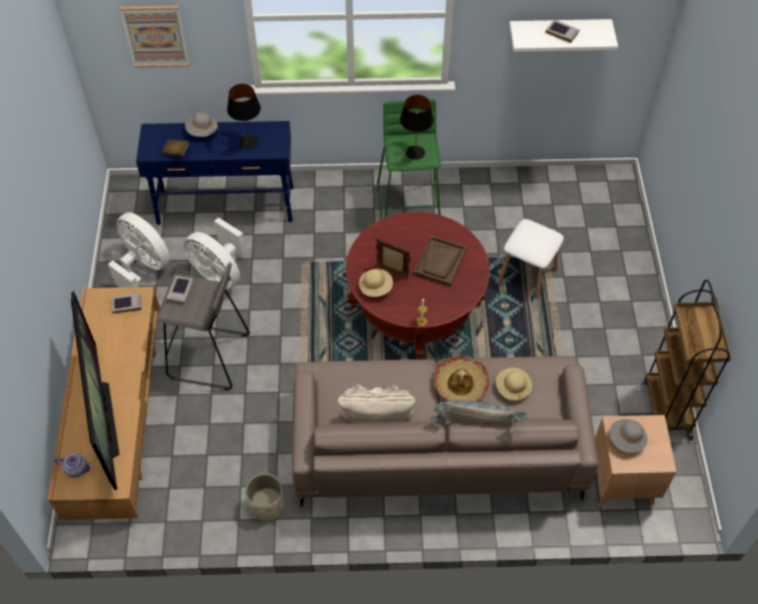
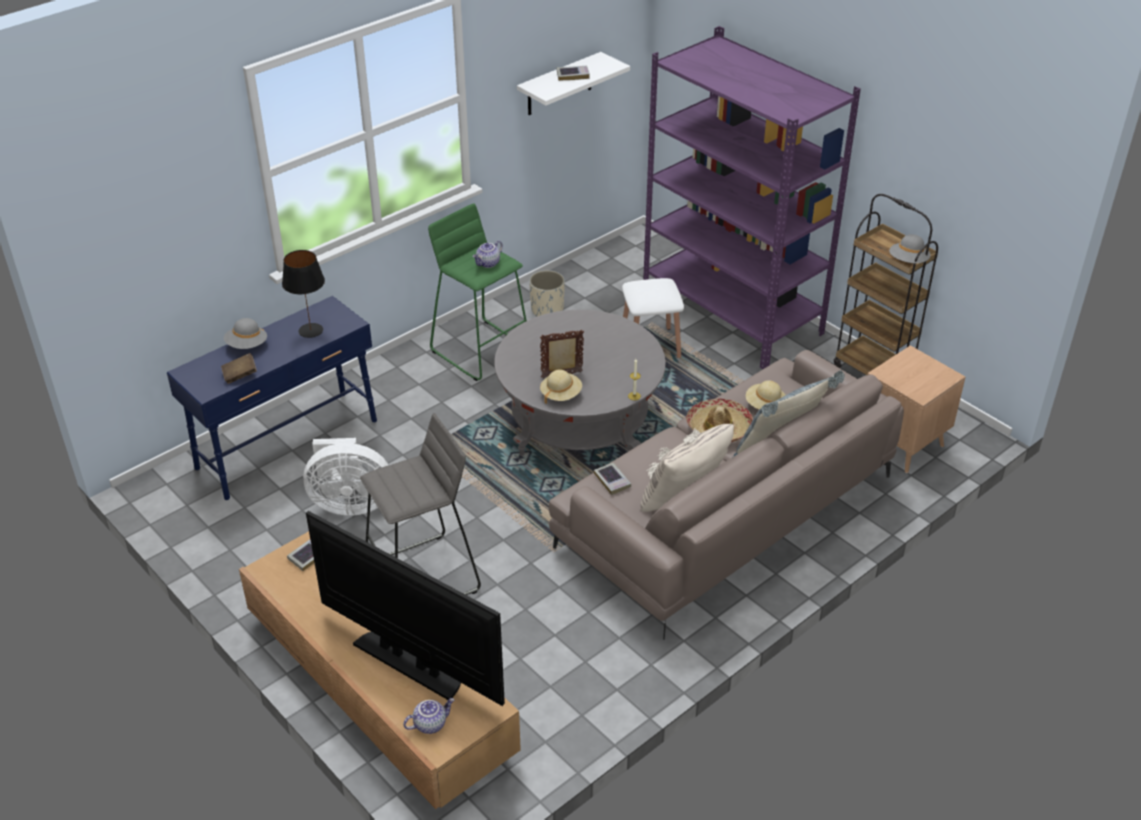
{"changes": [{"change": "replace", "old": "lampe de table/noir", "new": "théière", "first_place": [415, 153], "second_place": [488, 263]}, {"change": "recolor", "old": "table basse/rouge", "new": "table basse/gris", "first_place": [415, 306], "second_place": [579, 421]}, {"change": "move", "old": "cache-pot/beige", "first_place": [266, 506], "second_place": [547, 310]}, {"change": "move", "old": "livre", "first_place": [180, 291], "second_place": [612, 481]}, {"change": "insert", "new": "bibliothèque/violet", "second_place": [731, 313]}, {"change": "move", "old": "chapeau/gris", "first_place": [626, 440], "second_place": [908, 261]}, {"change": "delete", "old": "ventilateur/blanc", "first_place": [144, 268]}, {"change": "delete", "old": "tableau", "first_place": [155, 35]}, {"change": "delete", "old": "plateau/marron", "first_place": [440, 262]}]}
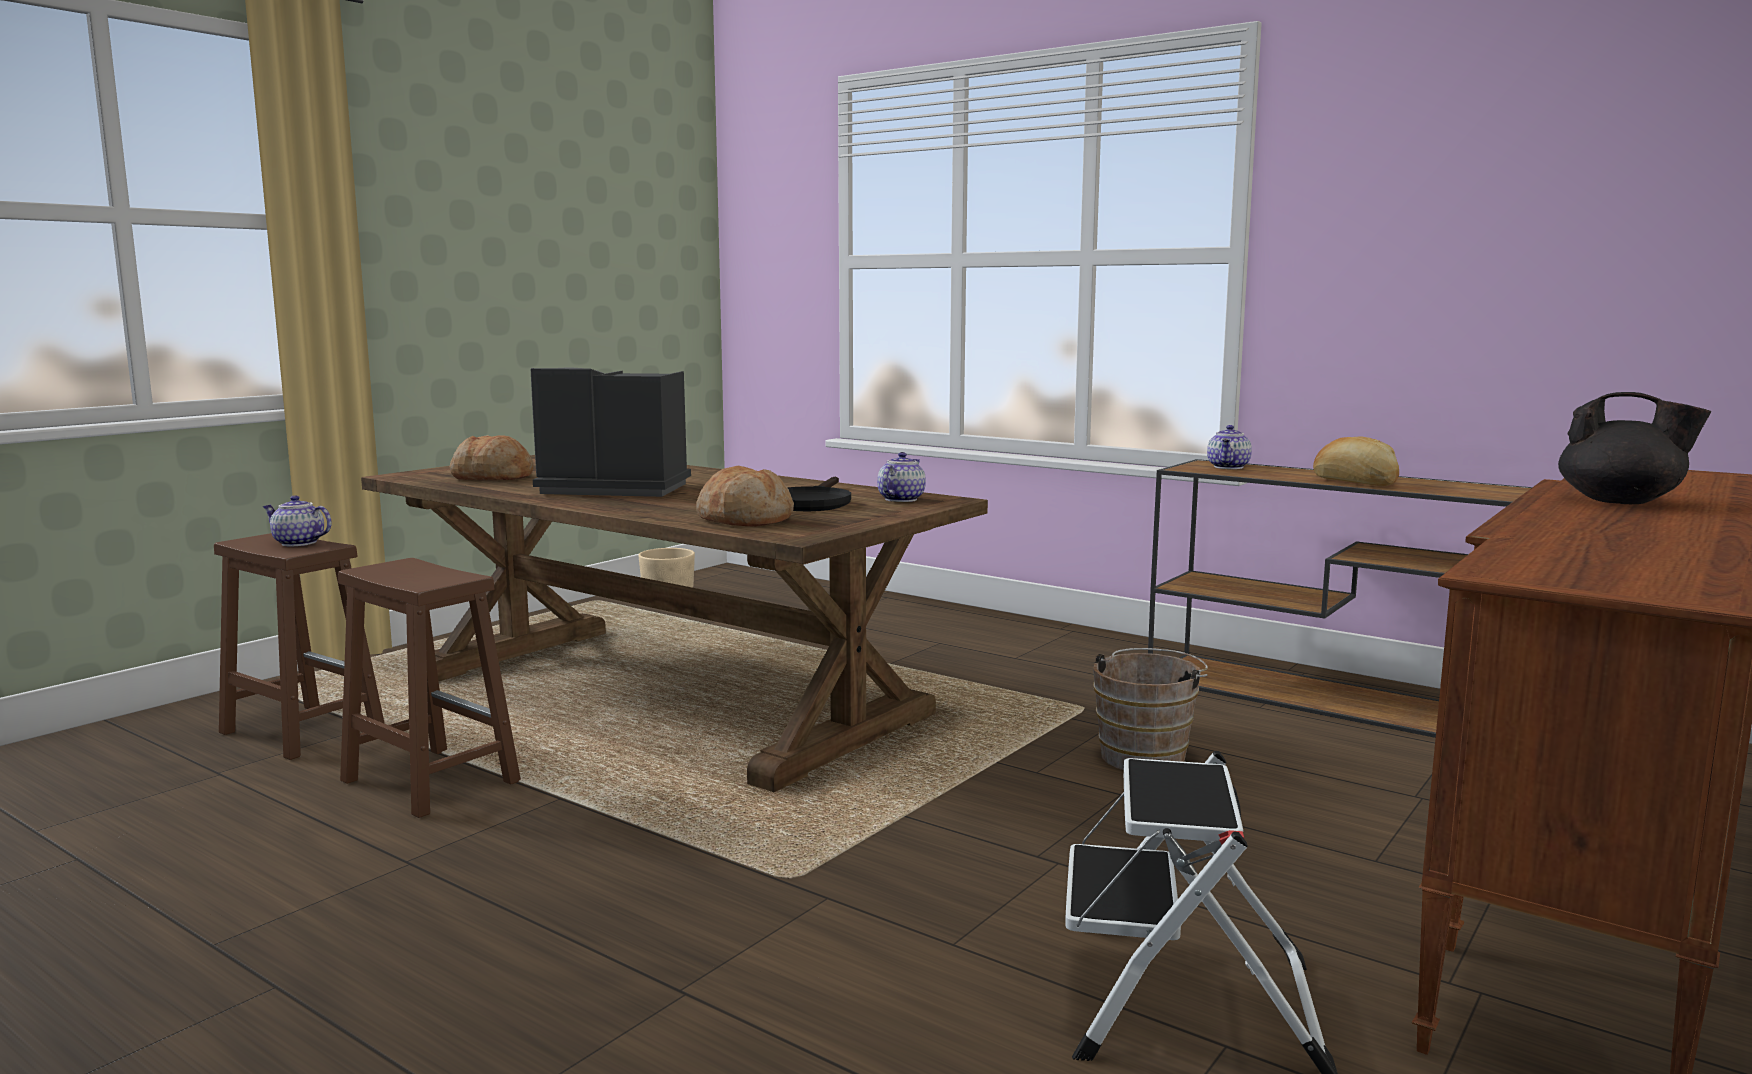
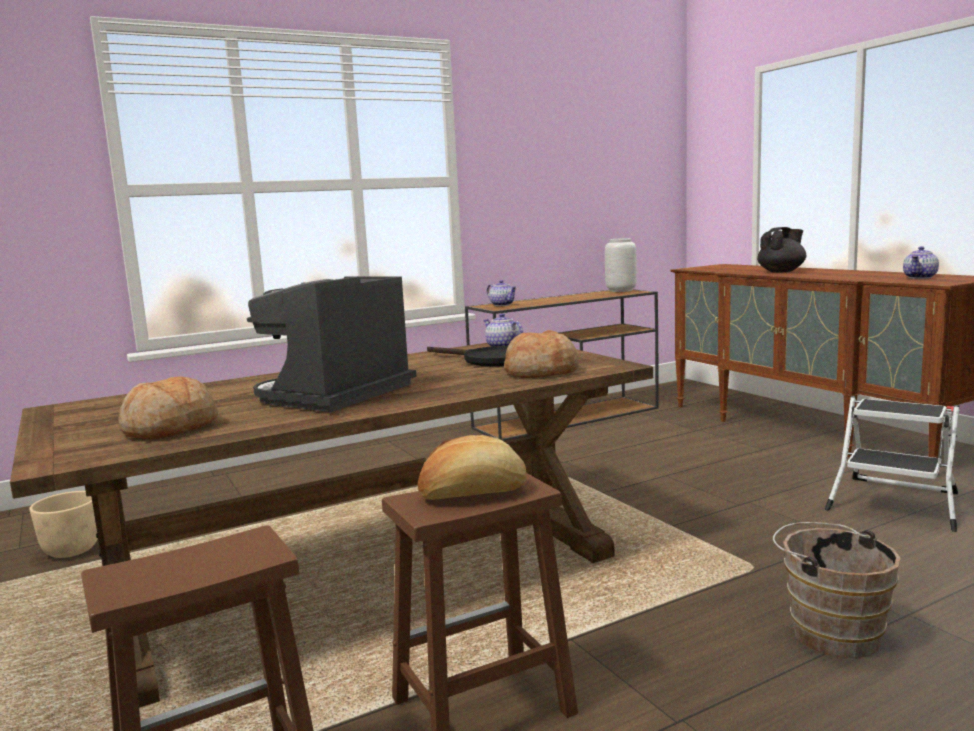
{"changes": [{"change": "move", "old": "pain", "first_place": [1355, 482], "second_place": [473, 493]}, {"change": "insert", "new": "vase/gris", "second_place": [621, 290]}, {"change": "move", "old": "seau/marron", "first_place": [1146, 755], "second_place": [830, 632]}, {"change": "move", "old": "théière", "first_place": [297, 543], "second_place": [920, 277]}]}
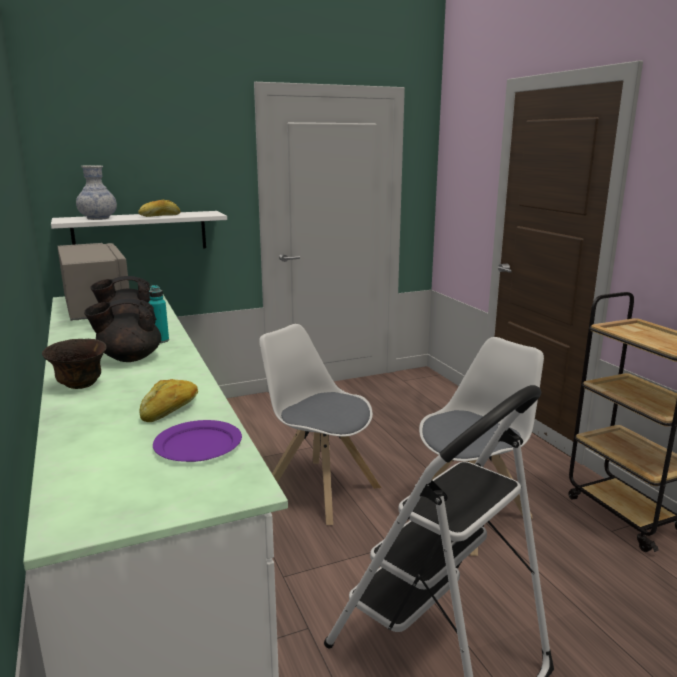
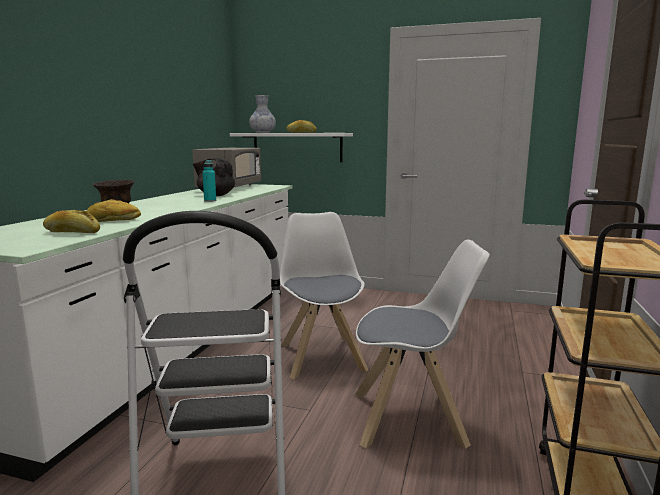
{"changes": [{"change": "replace", "old": "assiette/violet", "new": "pain", "first_place": [198, 445], "second_place": [72, 232]}, {"change": "delete", "old": "théière/noir", "first_place": [129, 358]}]}
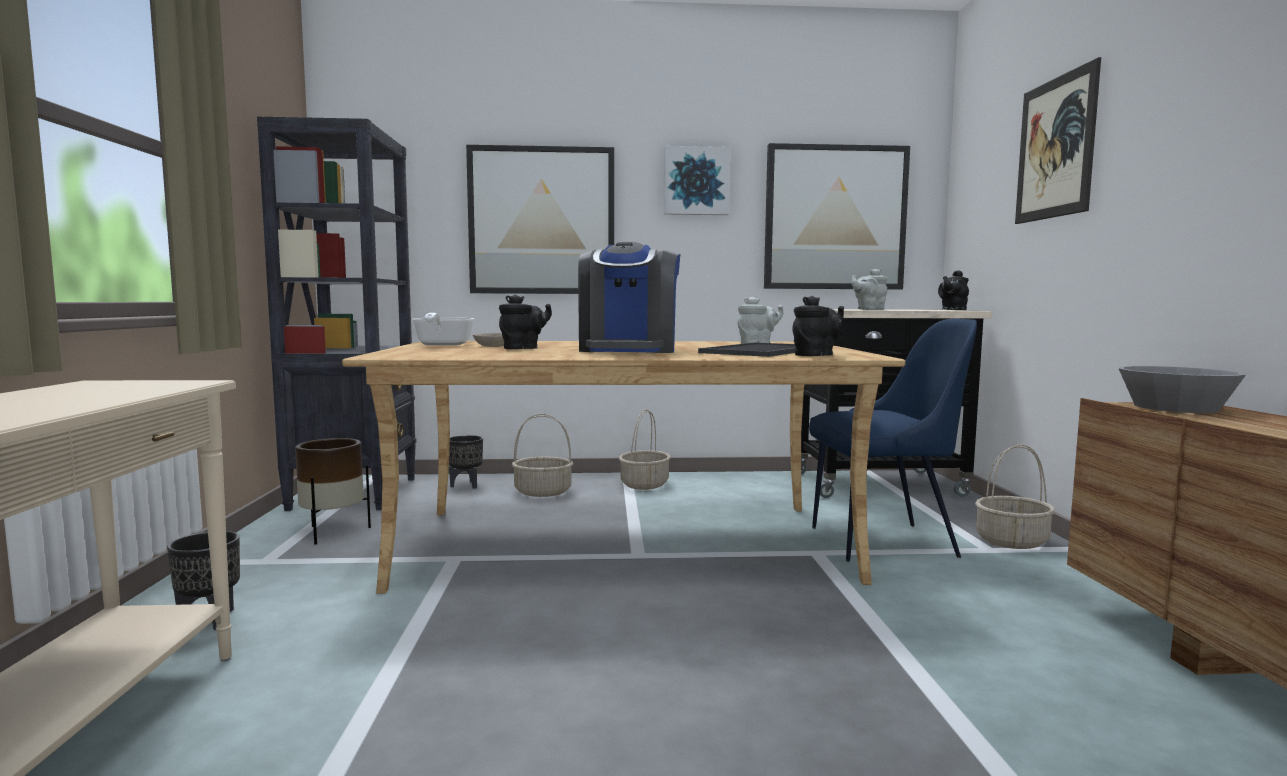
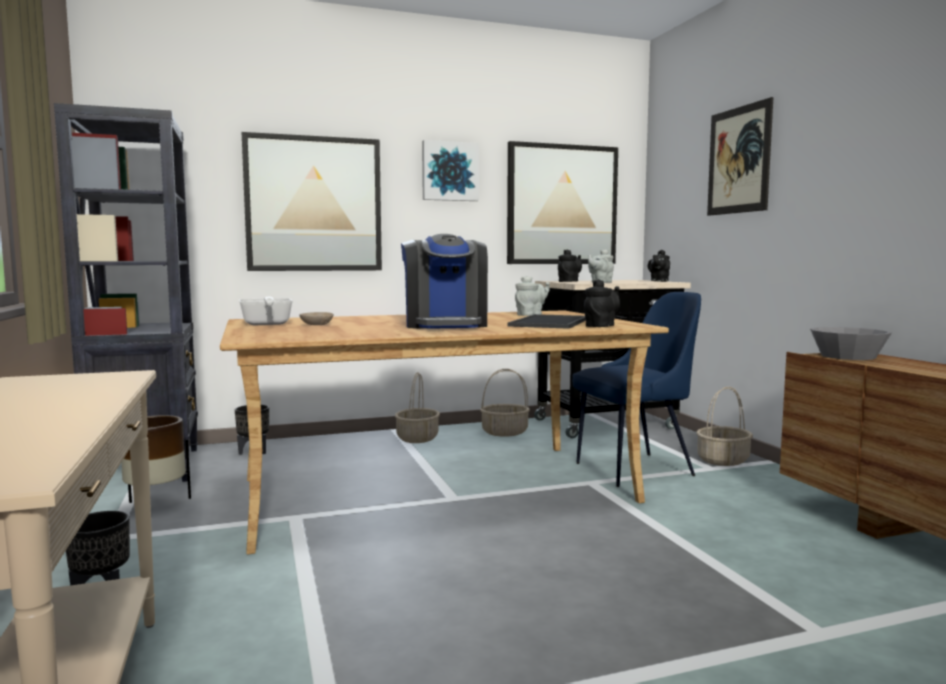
{"changes": [{"change": "move", "old": "panier", "first_place": [543, 491], "second_place": [505, 432]}, {"change": "move", "old": "théière/noir", "first_place": [523, 349], "second_place": [569, 281]}]}
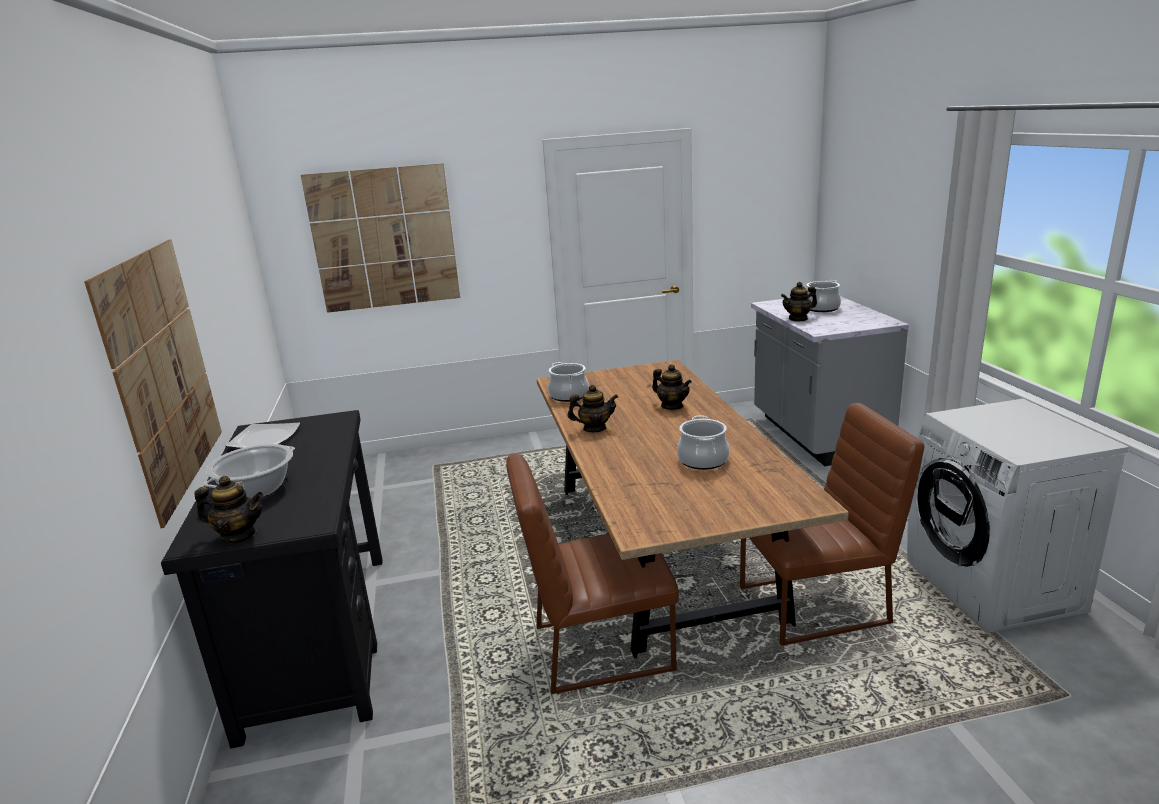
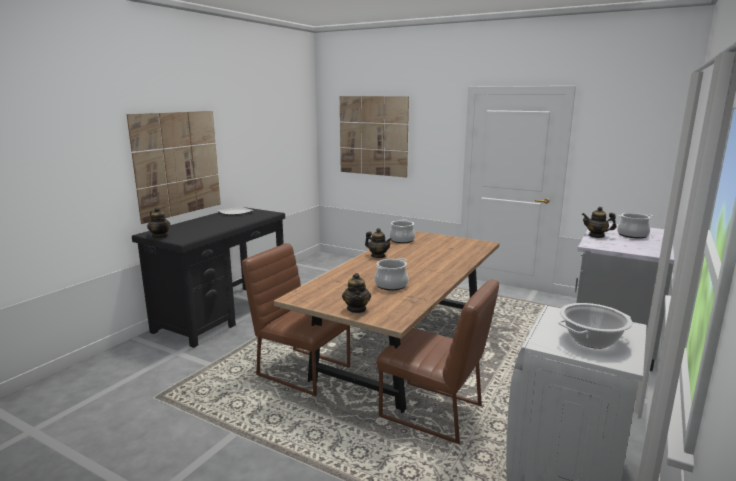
{"changes": [{"change": "move", "old": "théière", "first_place": [672, 406], "second_place": [357, 309]}, {"change": "move", "old": "marmite", "first_place": [257, 490], "second_place": [591, 340]}]}
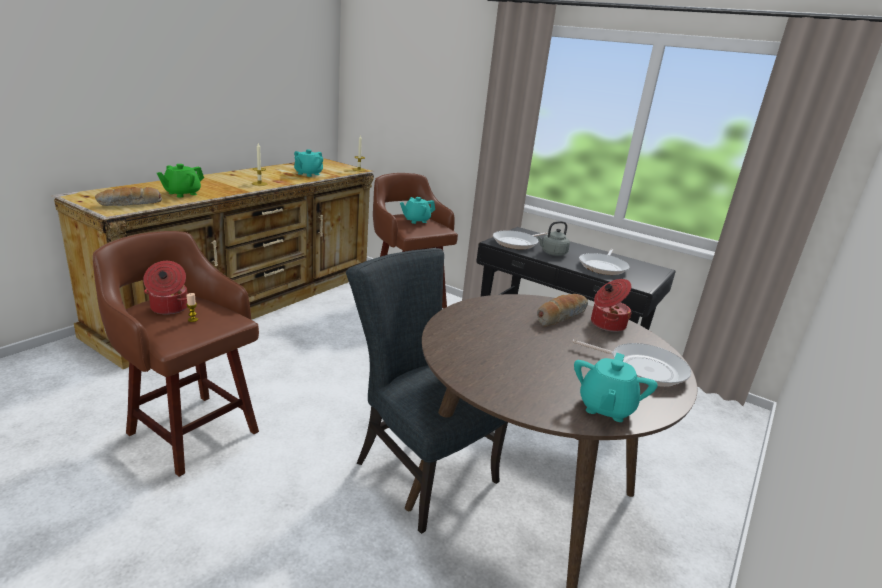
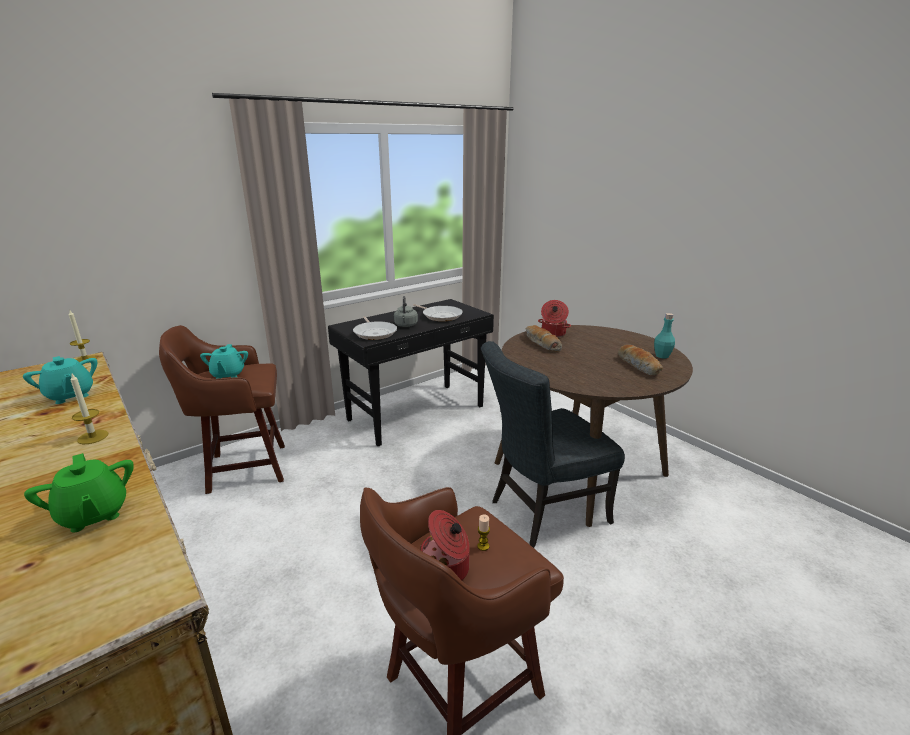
{"changes": [{"change": "move", "old": "pain", "first_place": [130, 204], "second_place": [639, 366]}, {"change": "replace", "old": "théière/turquoise", "new": "bouteille/turquoise", "first_place": [605, 408], "second_place": [662, 356]}, {"change": "delete", "old": "poêle", "first_place": [643, 368]}]}
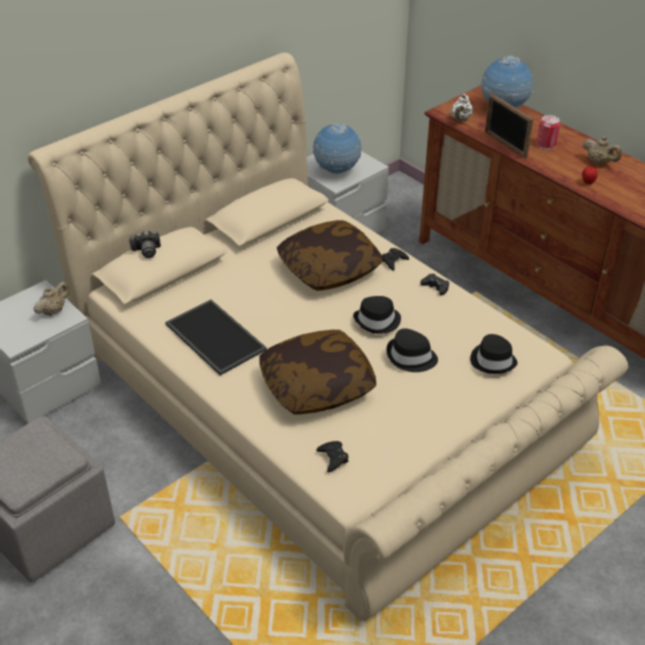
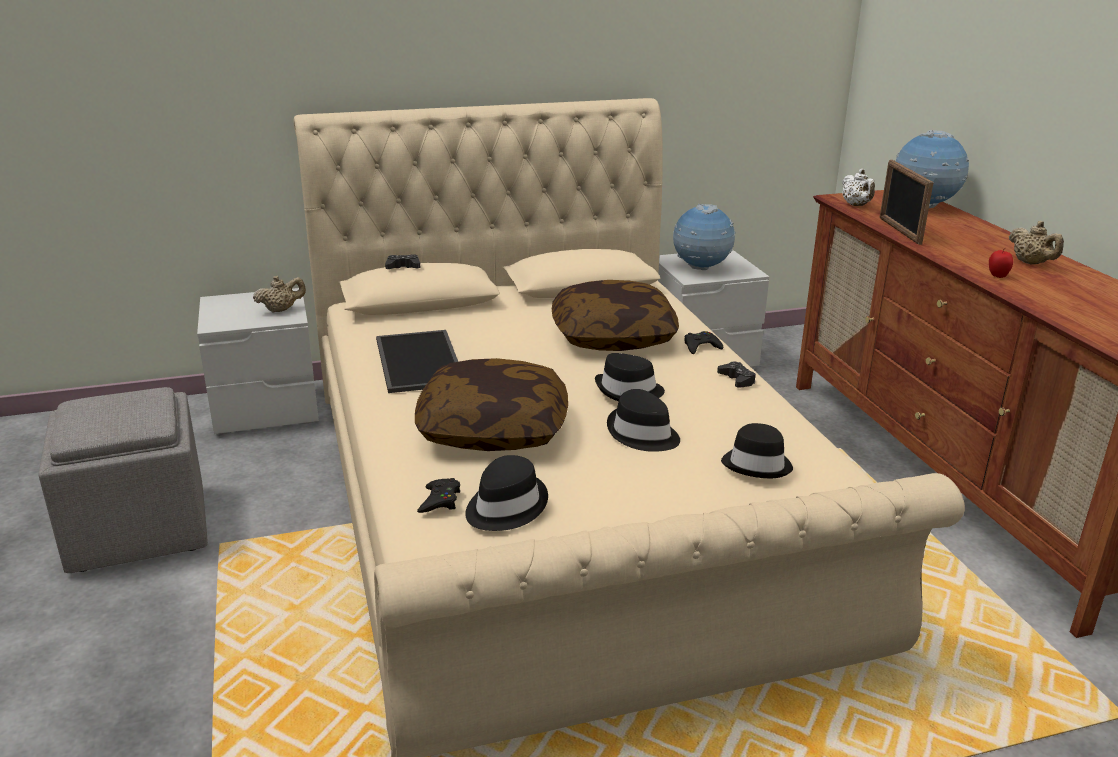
{"changes": [{"change": "replace", "old": "appareil photo", "new": "manette/noir", "first_place": [146, 251], "second_place": [403, 267]}, {"change": "insert", "new": "chapeau/noir", "second_place": [505, 507]}, {"change": "rotate", "old": "théière/blanc", "first_place": [460, 119], "second_place": [856, 205], "degrees": -60}, {"change": "delete", "old": "boîte métallique", "first_place": [546, 144]}]}
